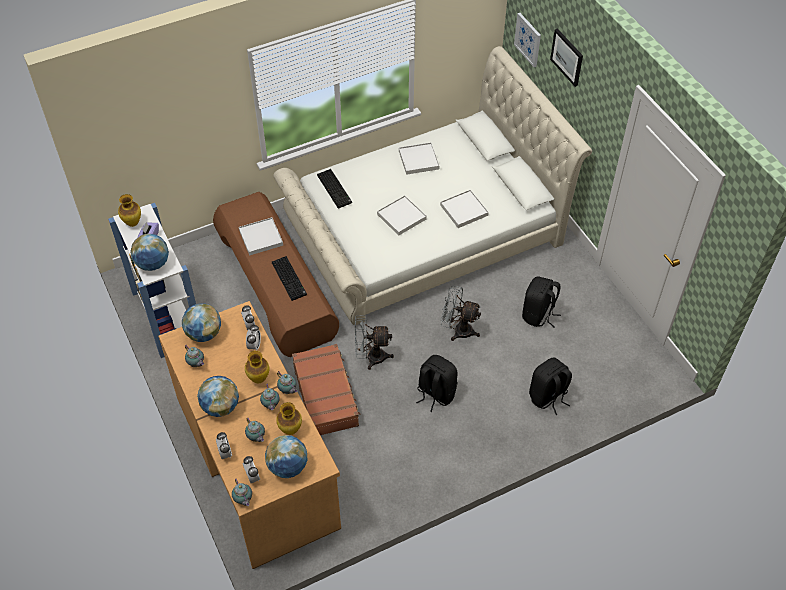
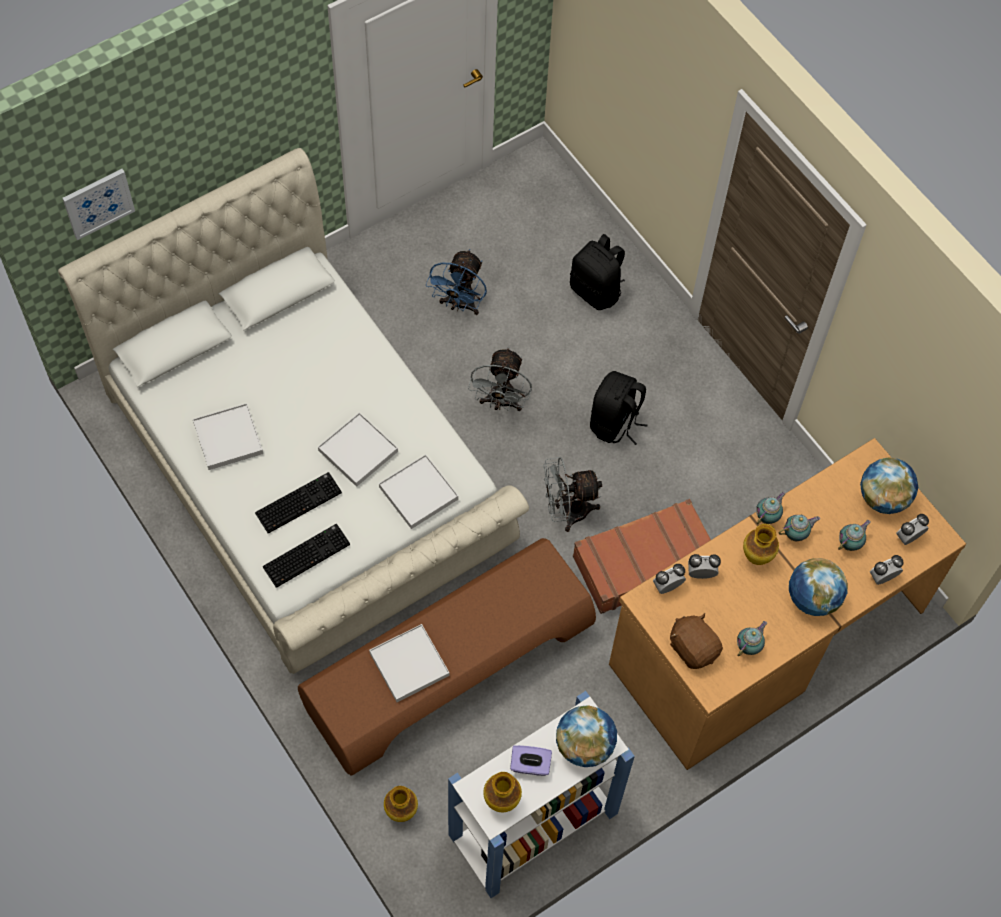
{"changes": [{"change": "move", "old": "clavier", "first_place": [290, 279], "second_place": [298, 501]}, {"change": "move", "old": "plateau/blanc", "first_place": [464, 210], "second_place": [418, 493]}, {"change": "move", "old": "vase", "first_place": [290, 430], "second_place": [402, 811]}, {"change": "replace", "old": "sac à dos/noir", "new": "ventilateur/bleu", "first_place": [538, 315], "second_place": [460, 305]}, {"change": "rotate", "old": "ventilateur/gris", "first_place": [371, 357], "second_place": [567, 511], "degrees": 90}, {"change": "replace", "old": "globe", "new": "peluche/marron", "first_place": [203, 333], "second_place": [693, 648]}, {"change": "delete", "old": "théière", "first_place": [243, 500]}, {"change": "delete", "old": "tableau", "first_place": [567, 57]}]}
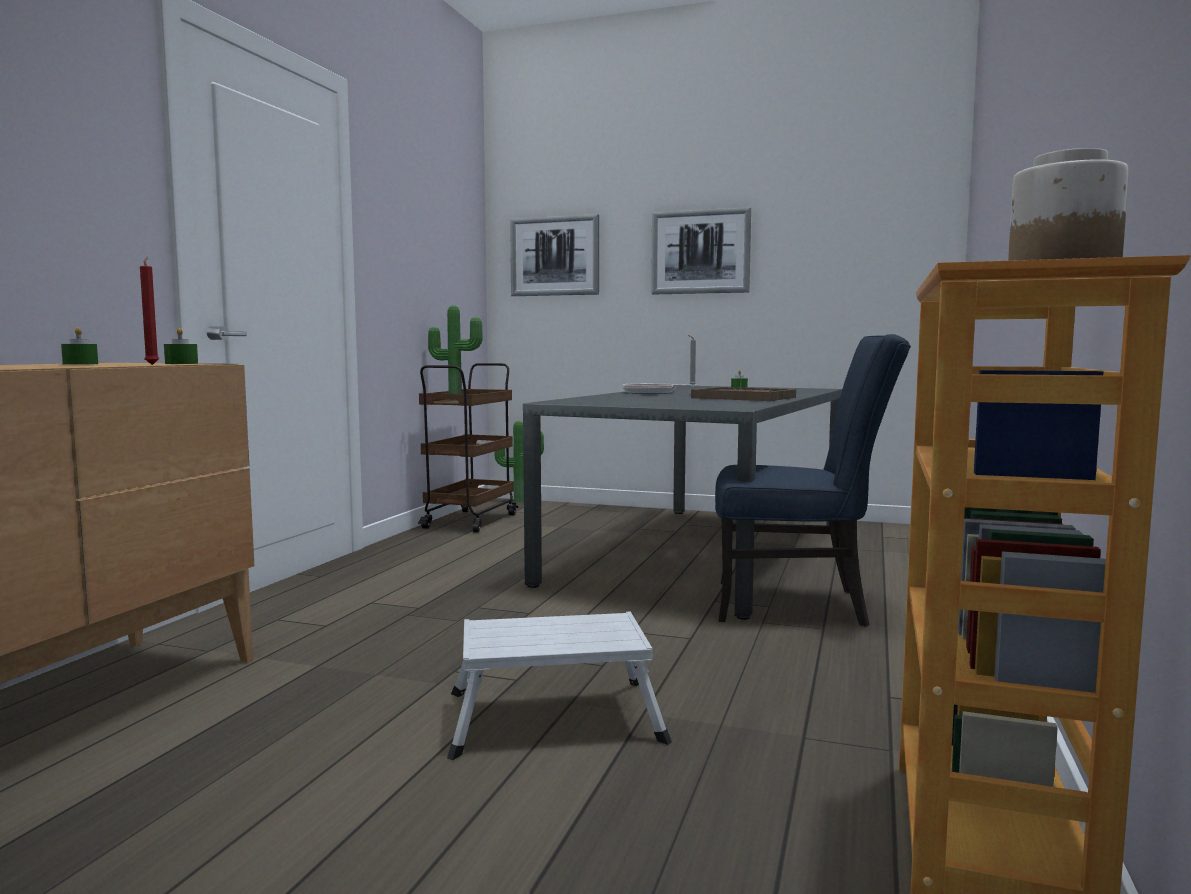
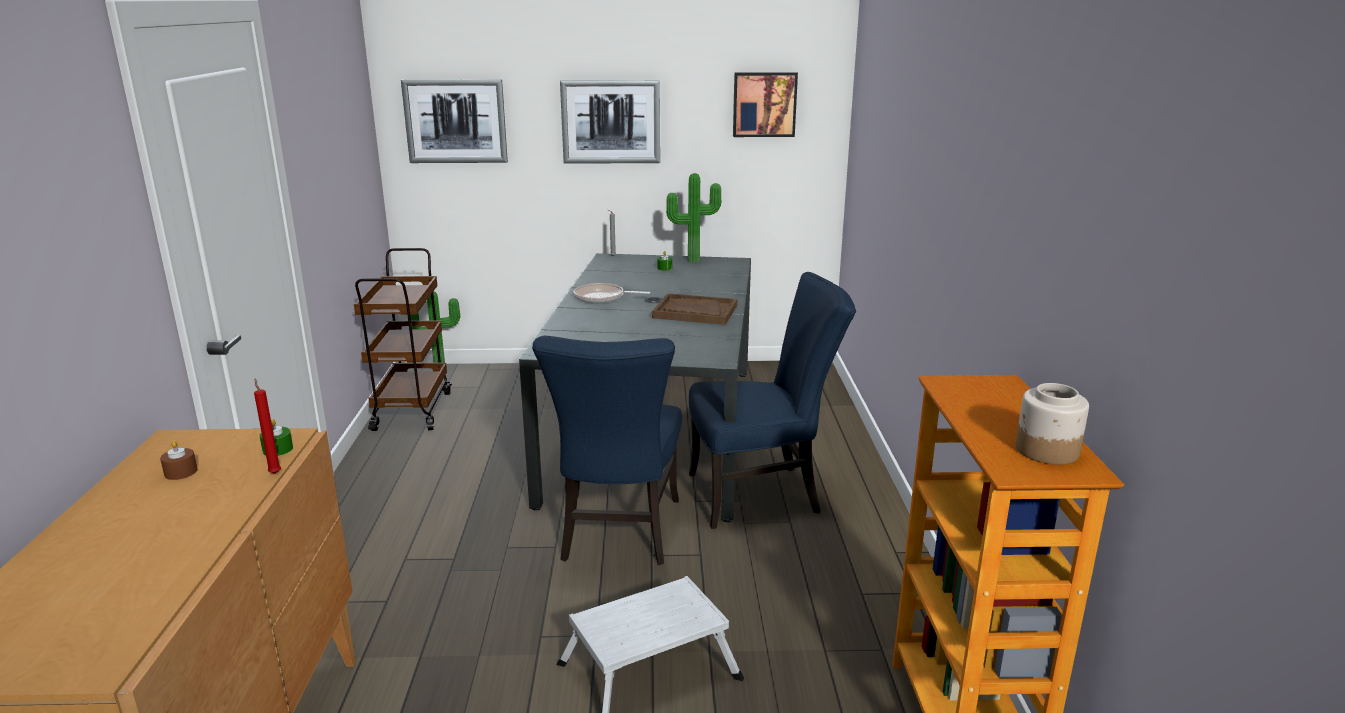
{"changes": [{"change": "recolor", "old": "bougie/vert", "new": "bougie/marron", "first_place": [80, 364], "second_place": [181, 472]}, {"change": "insert", "new": "chaise/bleu", "second_place": [617, 534]}, {"change": "move", "old": "plante en pot", "first_place": [456, 400], "second_place": [693, 260]}, {"change": "insert", "new": "tableau", "second_place": [764, 104]}]}
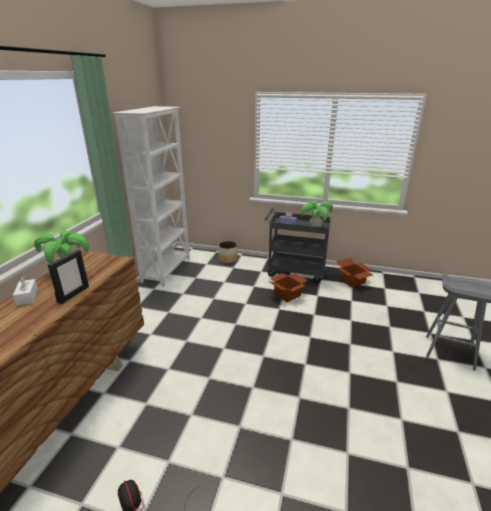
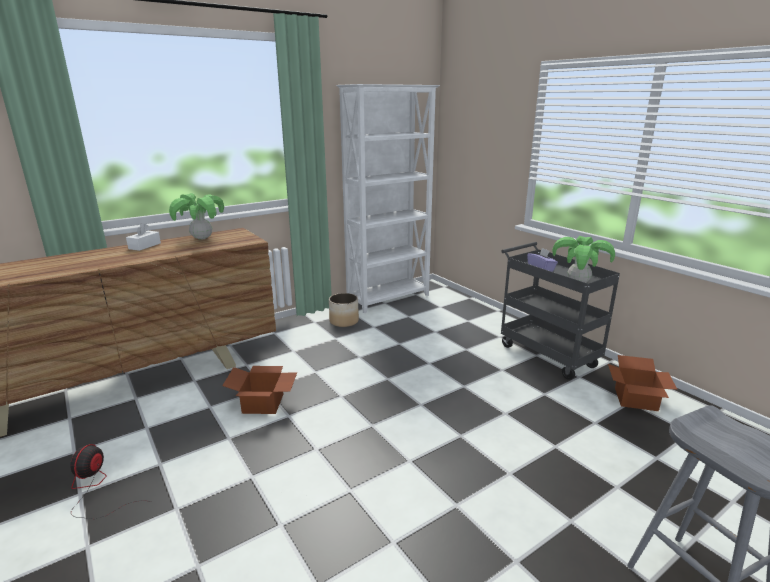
{"changes": [{"change": "move", "old": "carton", "first_place": [288, 295], "second_place": [264, 404]}, {"change": "move", "old": "cache-pot", "first_place": [227, 259], "second_place": [343, 321]}, {"change": "delete", "old": "cadre photo", "first_place": [73, 294]}]}
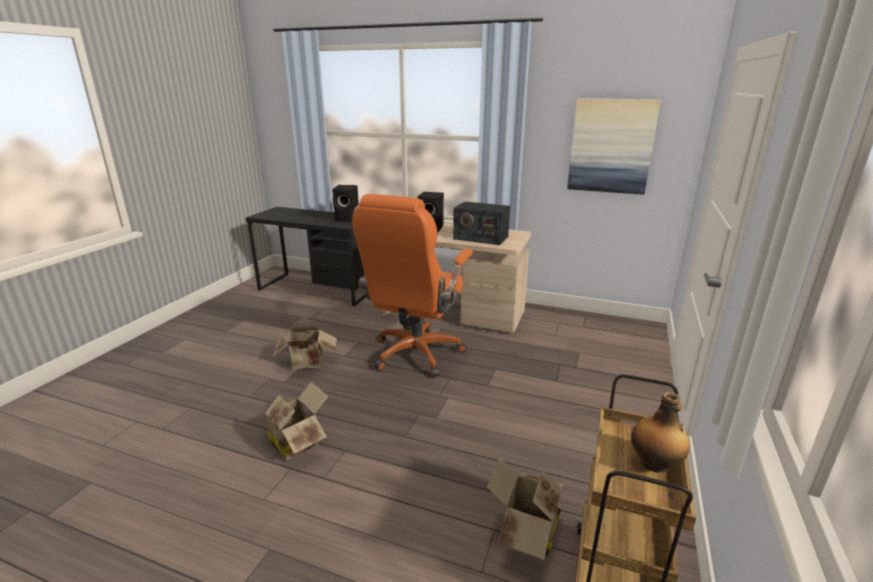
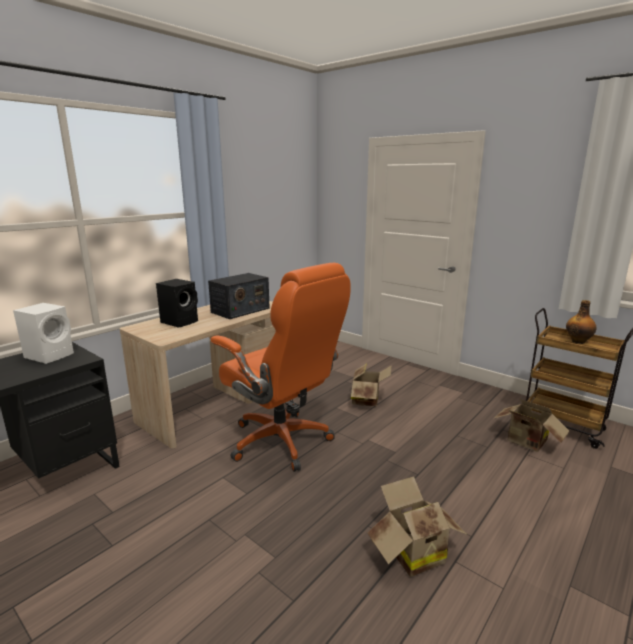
{"changes": [{"change": "recolor", "old": "enceinte/noir", "new": "enceinte/blanc", "first_place": [348, 219], "second_place": [51, 355]}, {"change": "move", "old": "carton", "first_place": [308, 364], "second_place": [368, 400]}, {"change": "delete", "old": "tableau", "first_place": [611, 146]}]}
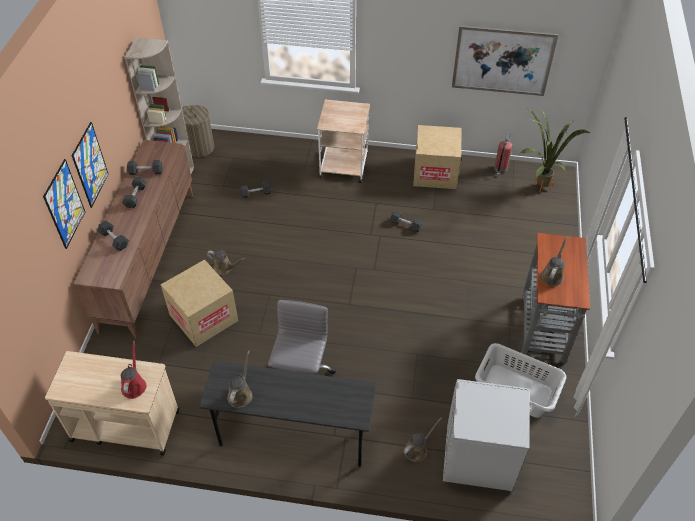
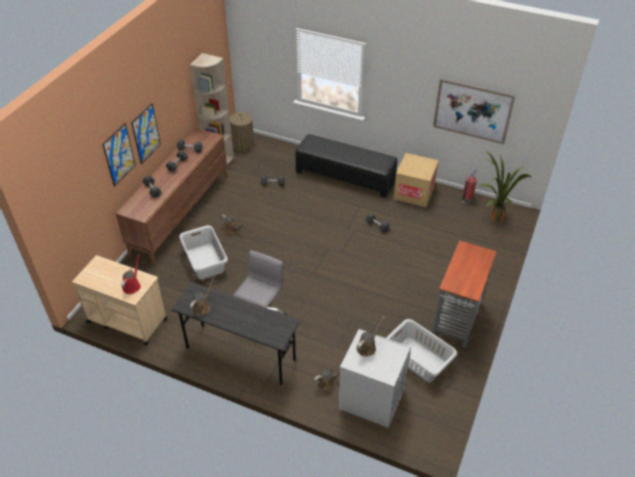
{"changes": [{"change": "replace", "old": "carton", "new": "panier à linge/gris", "first_place": [203, 317], "second_place": [205, 261]}, {"change": "replace", "old": "chariot/beige", "new": "banc/noir", "first_place": [344, 166], "second_place": [346, 176]}, {"change": "move", "old": "arrosoir/marron", "first_place": [552, 275], "second_place": [367, 347]}]}
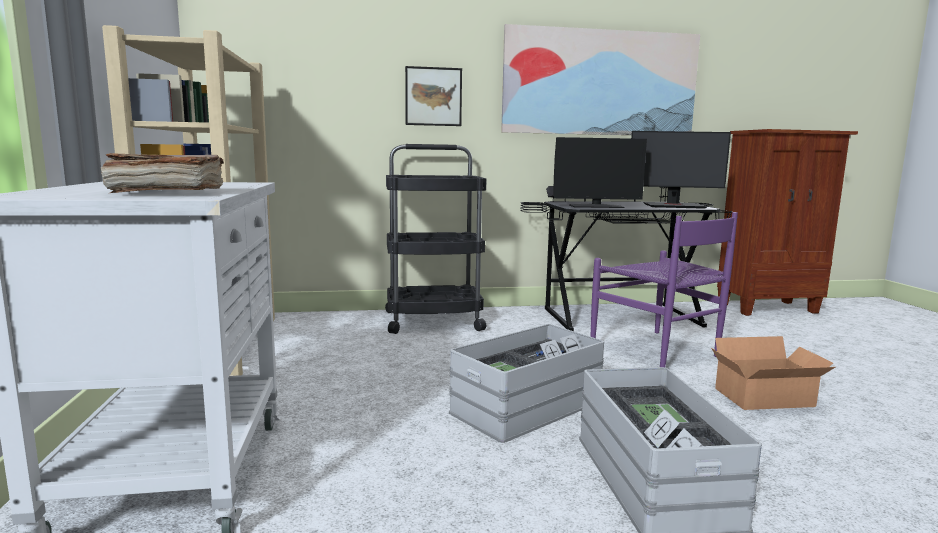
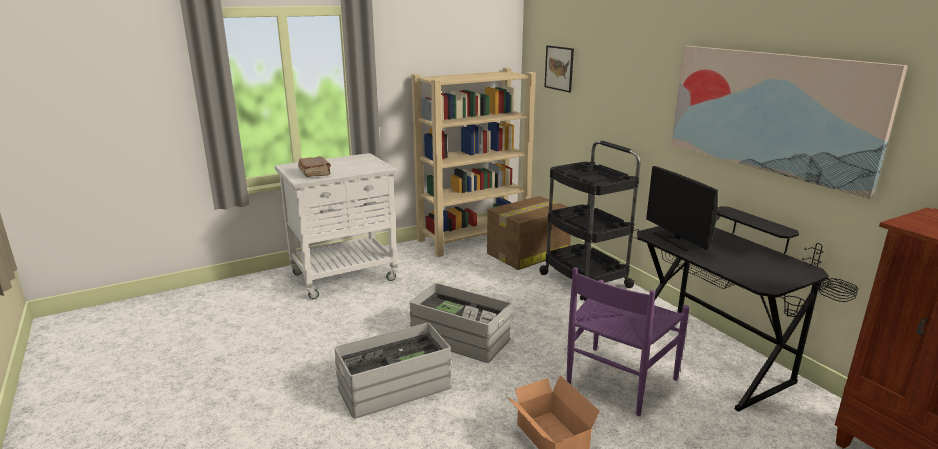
{"changes": [{"change": "insert", "new": "carton", "second_place": [527, 253]}, {"change": "move", "old": "tableau", "first_place": [433, 96], "second_place": [559, 68]}, {"change": "delete", "old": "écran d'ordinateur", "first_place": [674, 206]}]}
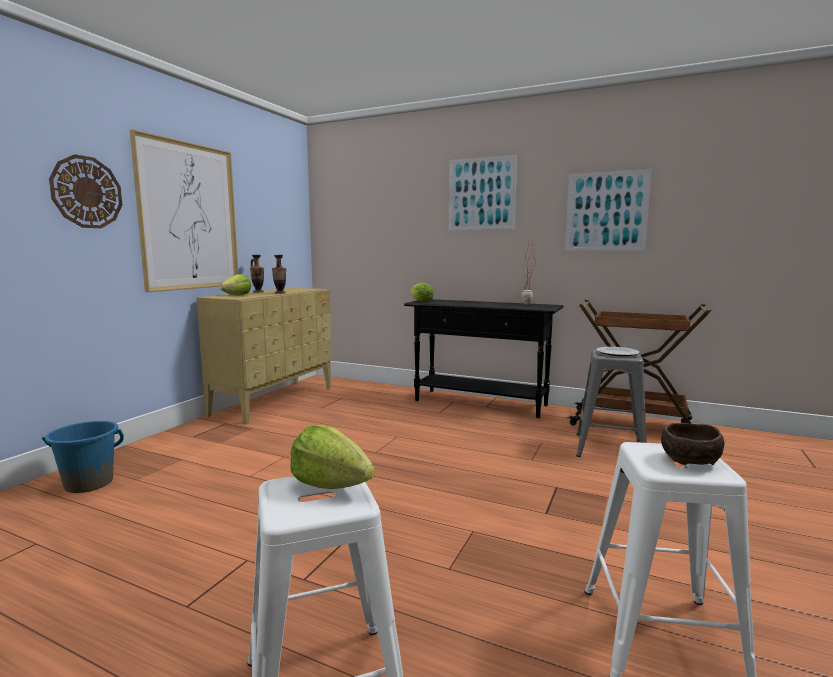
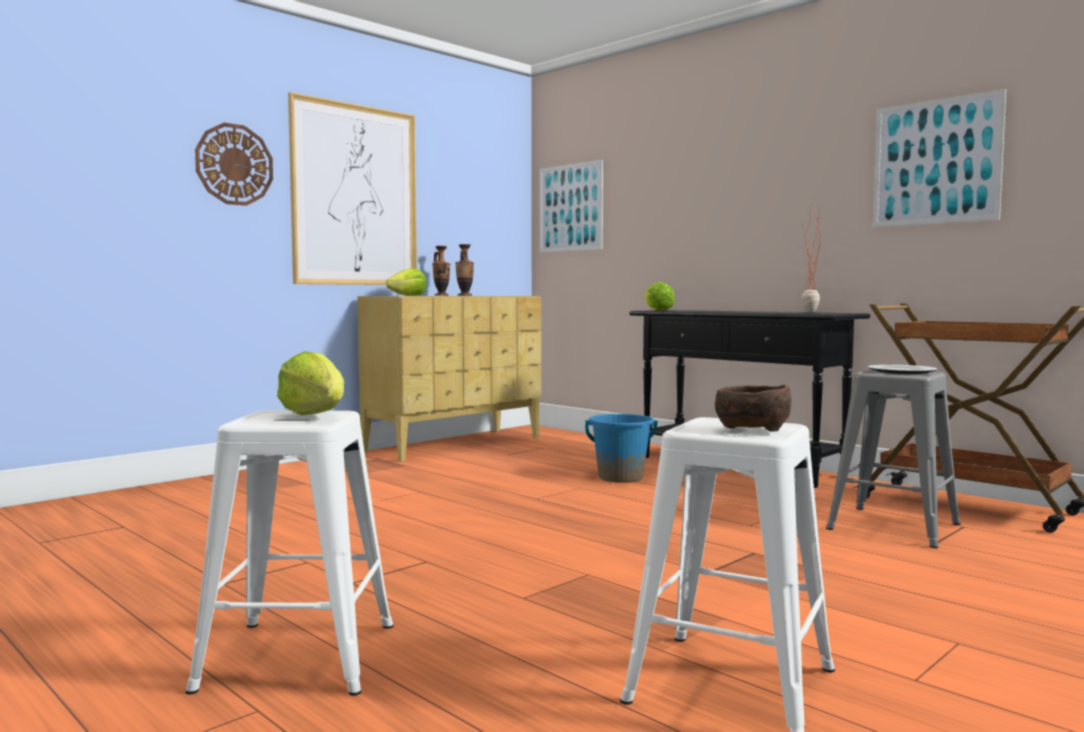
{"changes": [{"change": "move", "old": "tableau", "first_place": [481, 194], "second_place": [570, 207]}, {"change": "move", "old": "seau/bleu", "first_place": [89, 483], "second_place": [620, 477]}]}
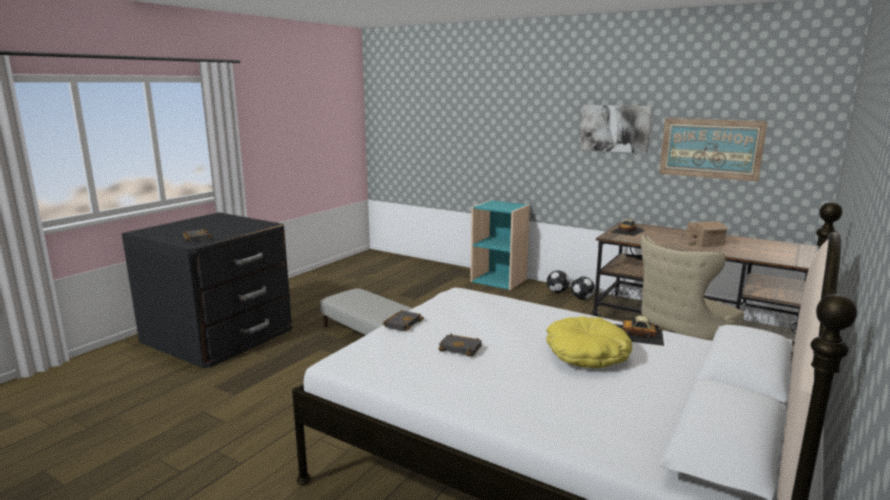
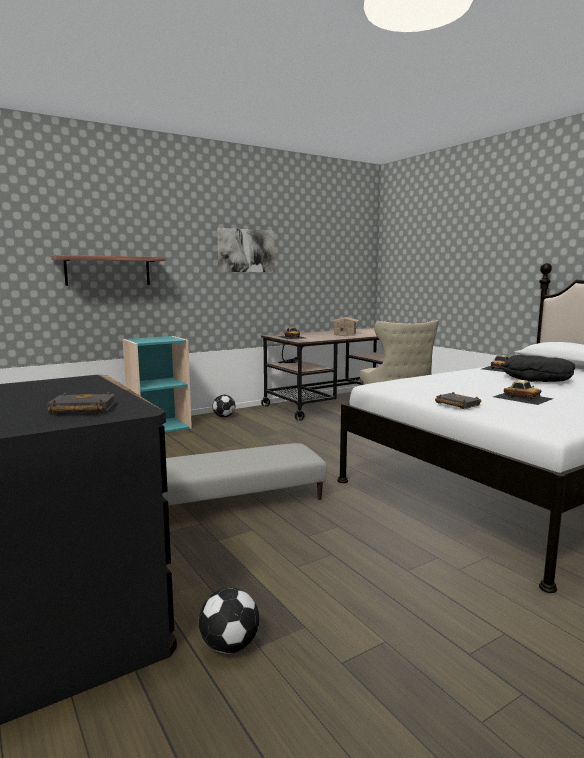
{"changes": [{"change": "insert", "new": "étagère", "second_place": [108, 271]}, {"change": "move", "old": "ballon de foot", "first_place": [582, 298], "second_place": [229, 646]}, {"change": "replace", "old": "livre/noir", "new": "petite voiture", "first_place": [461, 348], "second_place": [522, 397]}, {"change": "recolor", "old": "coussin/jaune", "new": "coussin/noir", "first_place": [588, 354], "second_place": [537, 379]}, {"change": "delete", "old": "tableau", "first_place": [710, 148]}]}
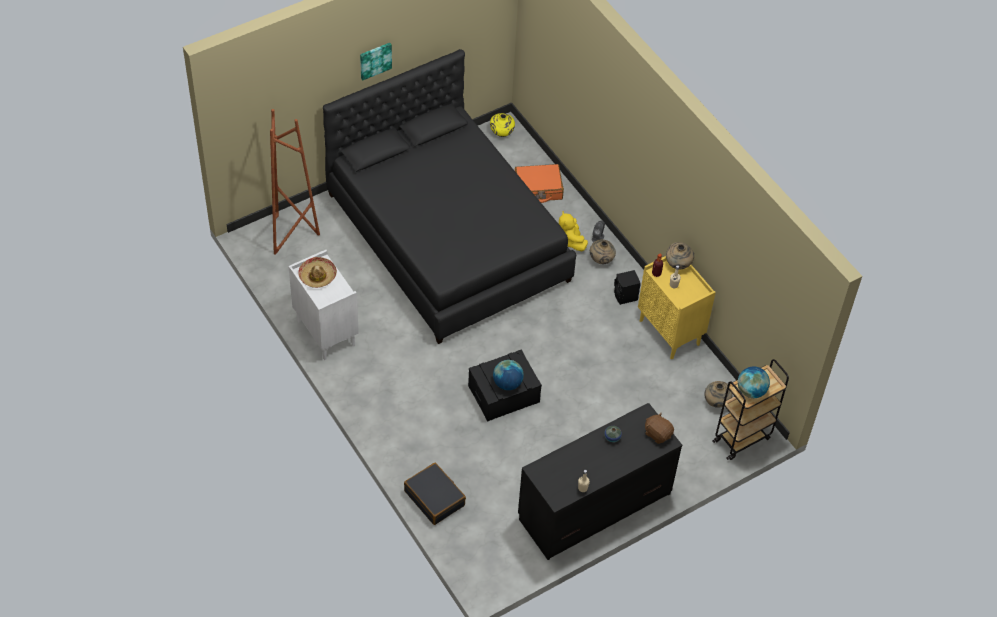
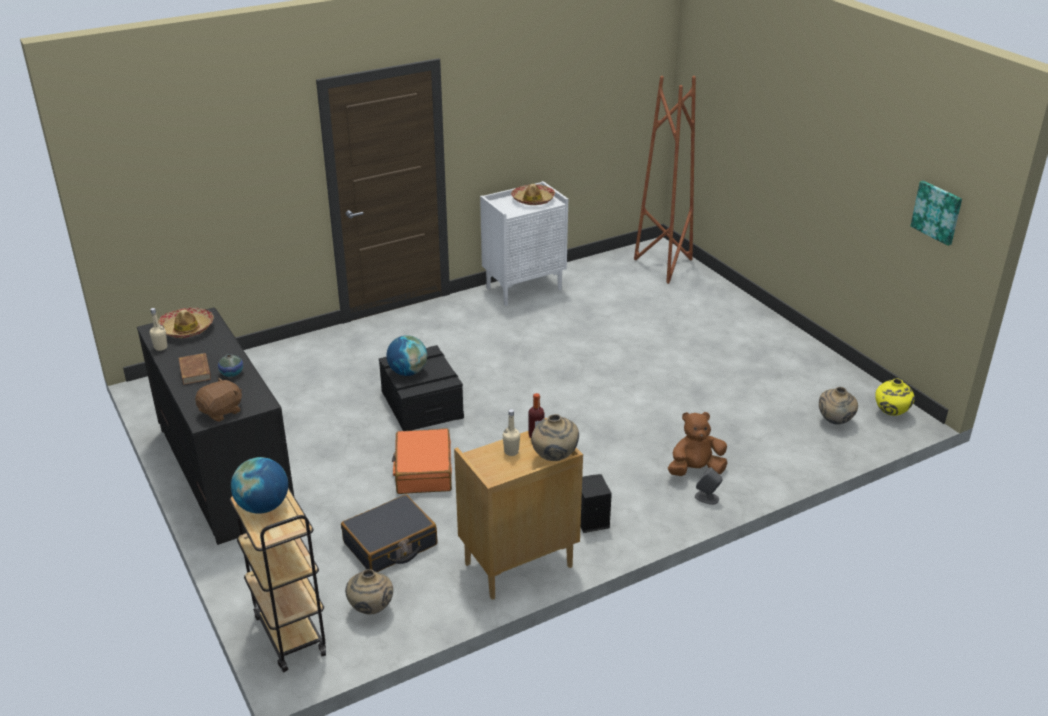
{"changes": [{"change": "insert", "new": "chapeau", "second_place": [187, 329]}, {"change": "insert", "new": "livre/marron", "second_place": [195, 371]}, {"change": "move", "old": "valise/noir", "first_place": [435, 498], "second_place": [390, 544]}, {"change": "move", "old": "valise/orange", "first_place": [538, 188], "second_place": [423, 470]}, {"change": "recolor", "old": "meuble de rangement/jaune", "new": "meuble de rangement/marron", "first_place": [669, 333], "second_place": [518, 565]}, {"change": "recolor", "old": "peluche/jaune", "new": "peluche/marron", "first_place": [570, 240], "second_place": [695, 470]}, {"change": "move", "old": "vase/beige", "first_place": [601, 260], "second_place": [835, 422]}, {"change": "move", "old": "tableau", "first_place": [375, 60], "second_place": [937, 212]}, {"change": "delete", "old": "lit/noir", "first_place": [448, 237]}]}
